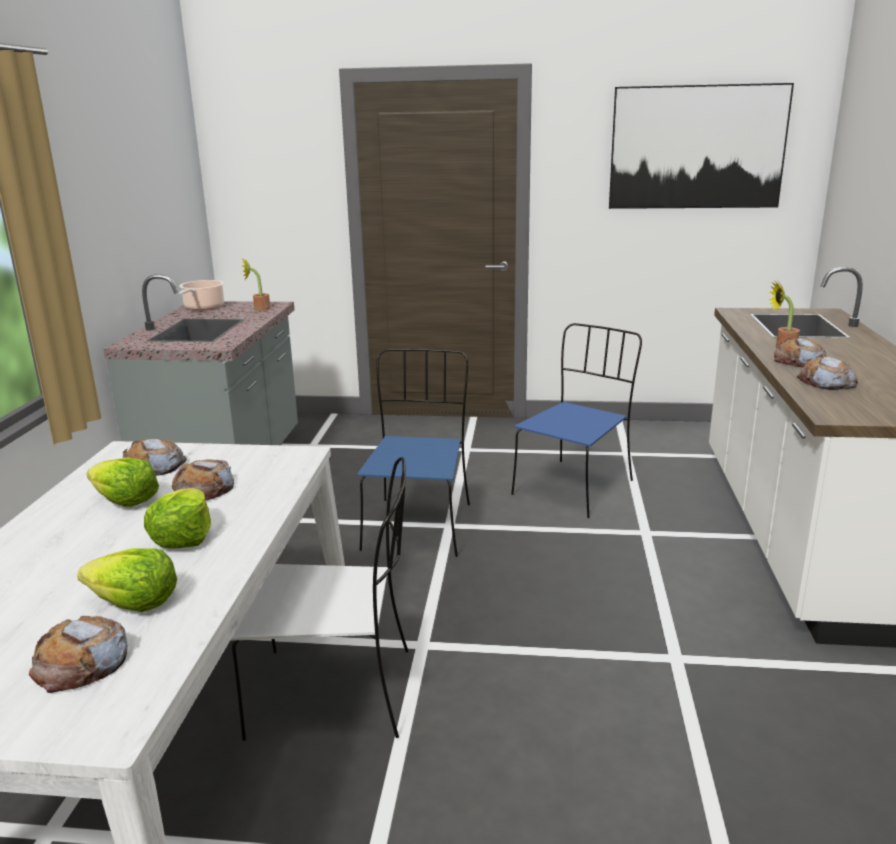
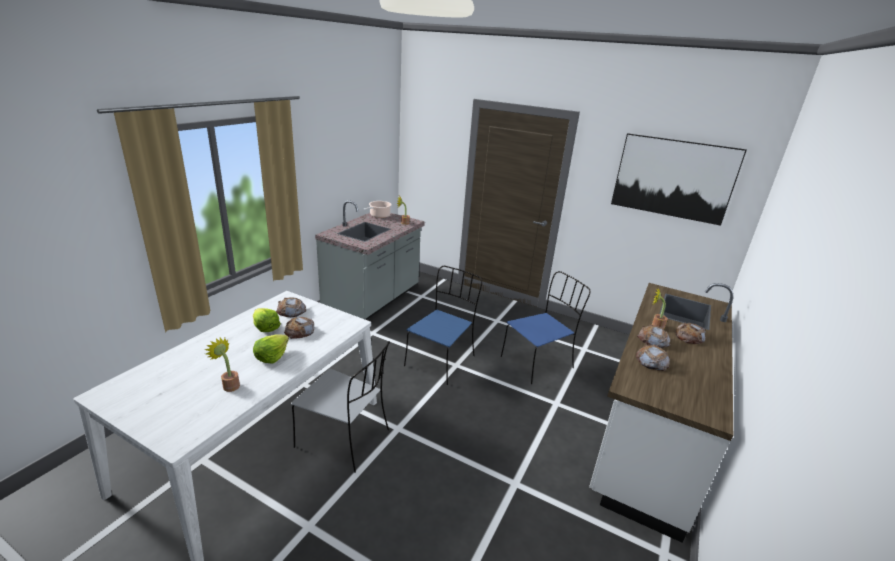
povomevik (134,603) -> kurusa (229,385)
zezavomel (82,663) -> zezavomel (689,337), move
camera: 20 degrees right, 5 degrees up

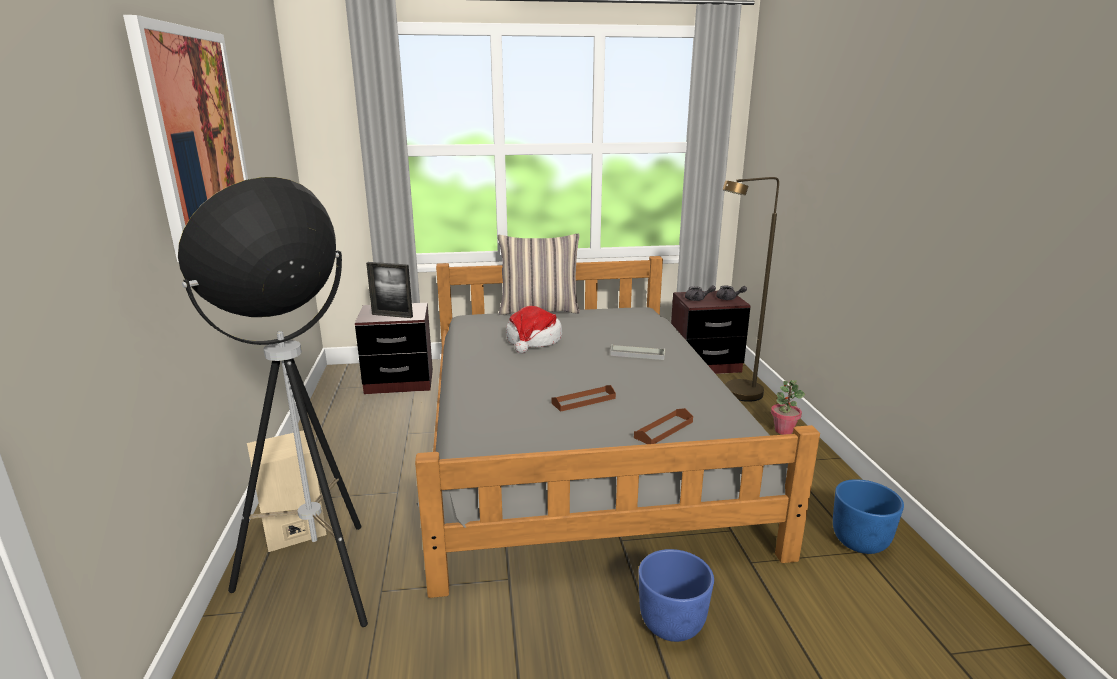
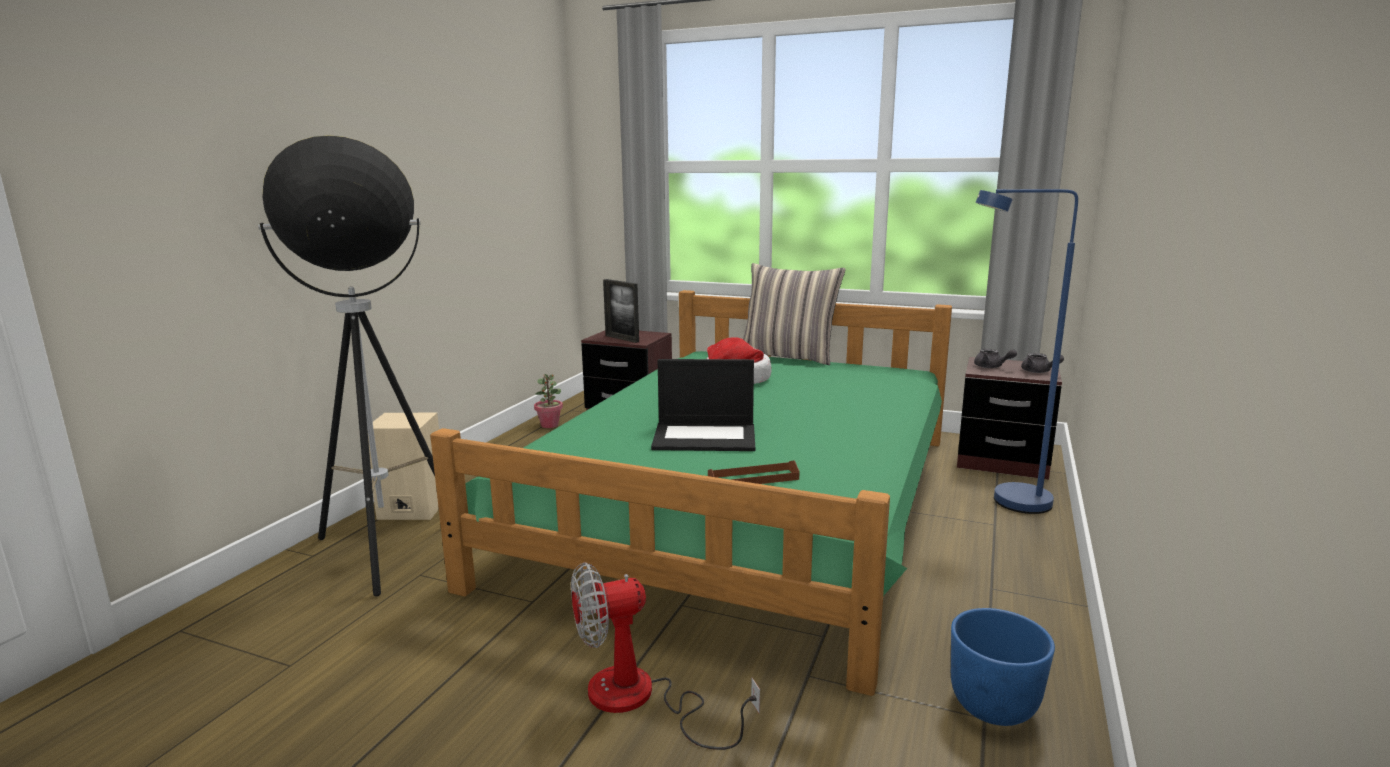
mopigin (197,138) -> none
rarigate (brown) (736,396) -> rarigate (blue) (1007,503)
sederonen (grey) (577,442) -> sederonen (green) (745,503)
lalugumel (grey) (637,354) -> none
kurusa (783,430) -> kurusa (549,425), move
lalugumel (brown) (583,401) -> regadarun (706,437)
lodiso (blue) (672,624) -> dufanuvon (640,699)
camera: 30 degrees right, 5 degrees down

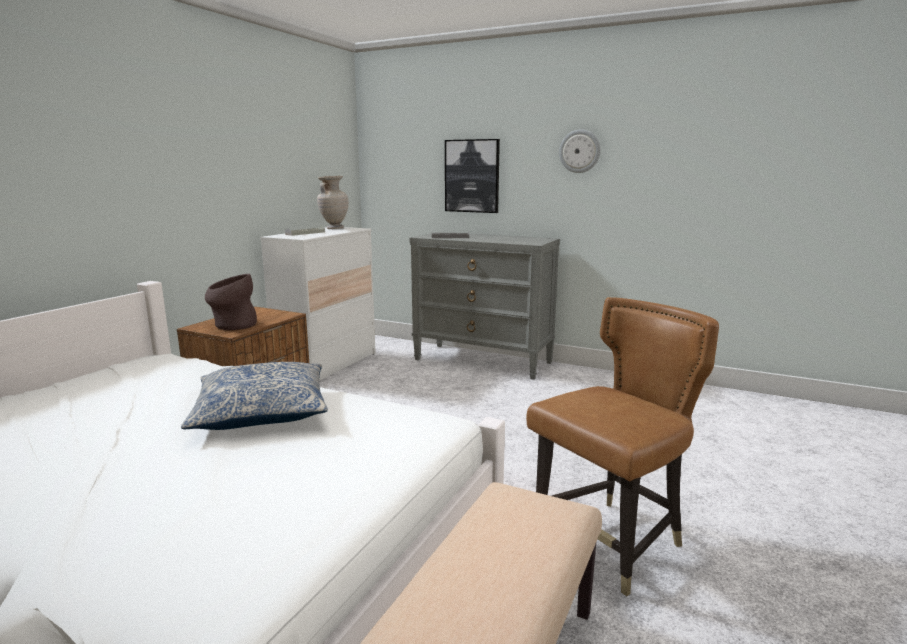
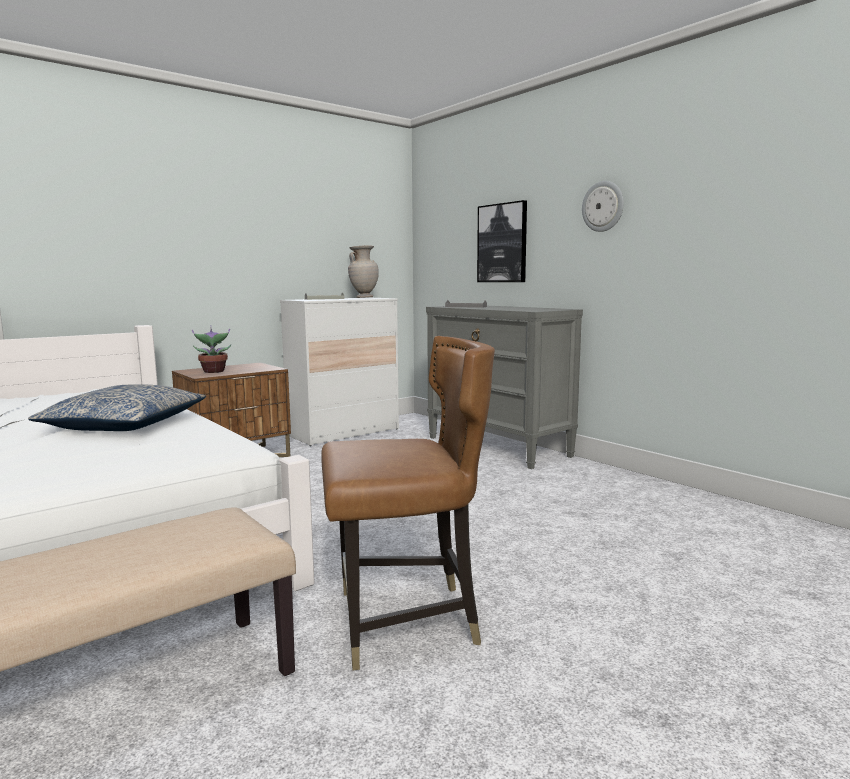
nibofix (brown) (232,325) -> kurusa (213,371)
camera: 25 degrees right, 5 degrees down

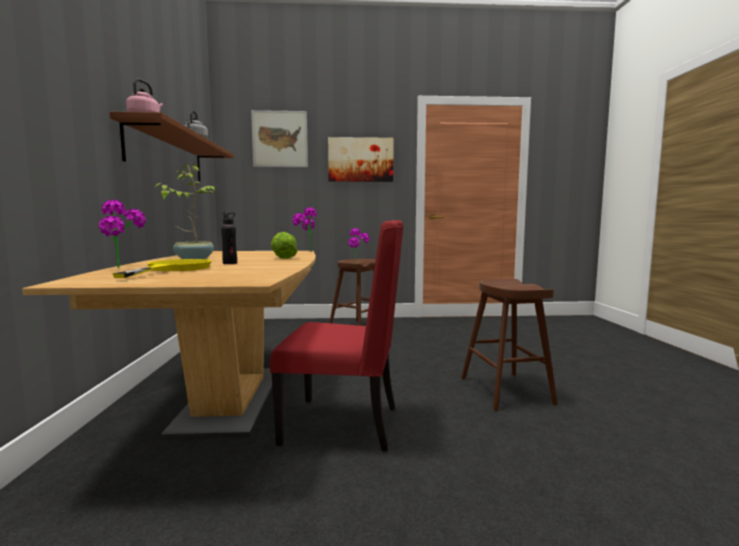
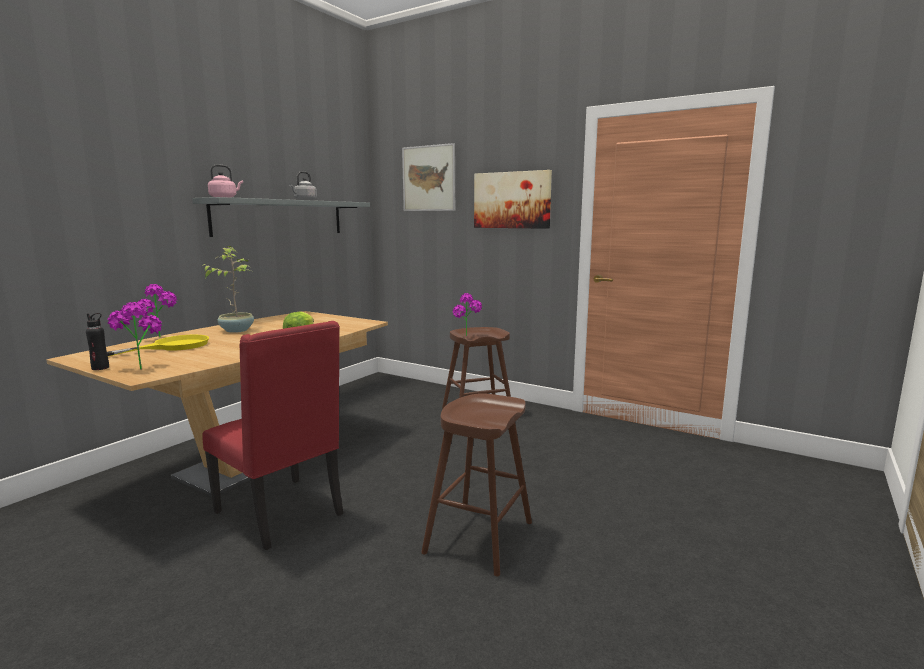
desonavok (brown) (167,155) -> desonavok (grey) (280,217)
kurusa (305,251) -> kurusa (139,367), move
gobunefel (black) (230,263) -> gobunefel (black) (100,368), move
camera: 35 degrees right, 5 degrees up

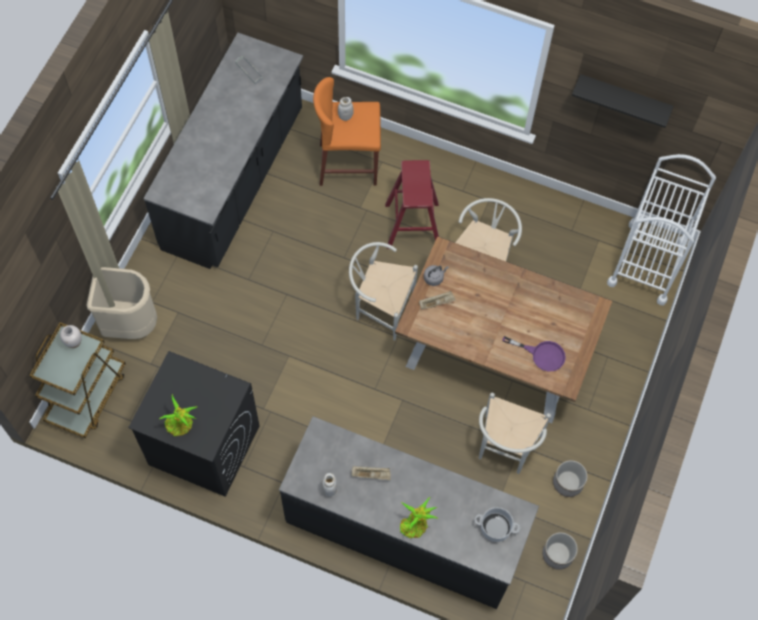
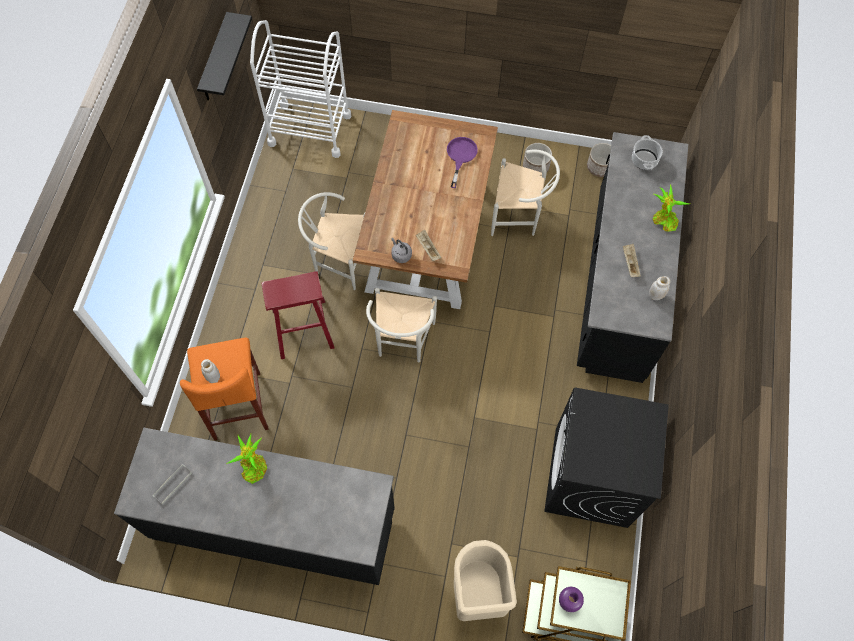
nibofix (white) (74,342) -> nibofix (purple) (568,601)
kurusa (181,424) -> kurusa (253,466), move
camera: 100 degrees left, 0 degrees up

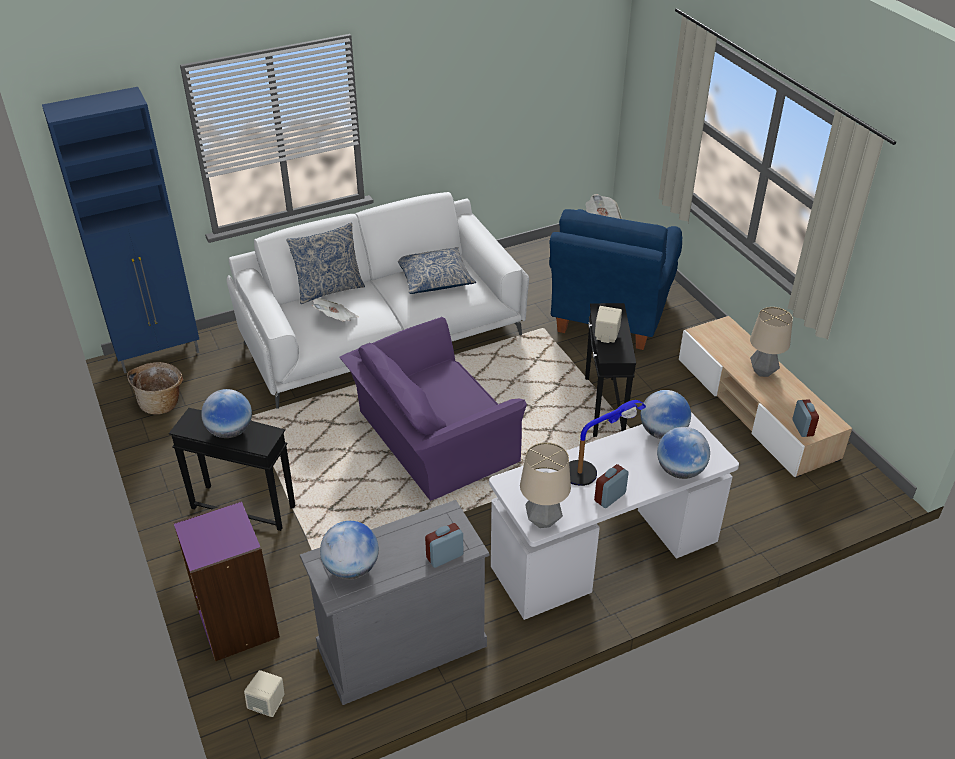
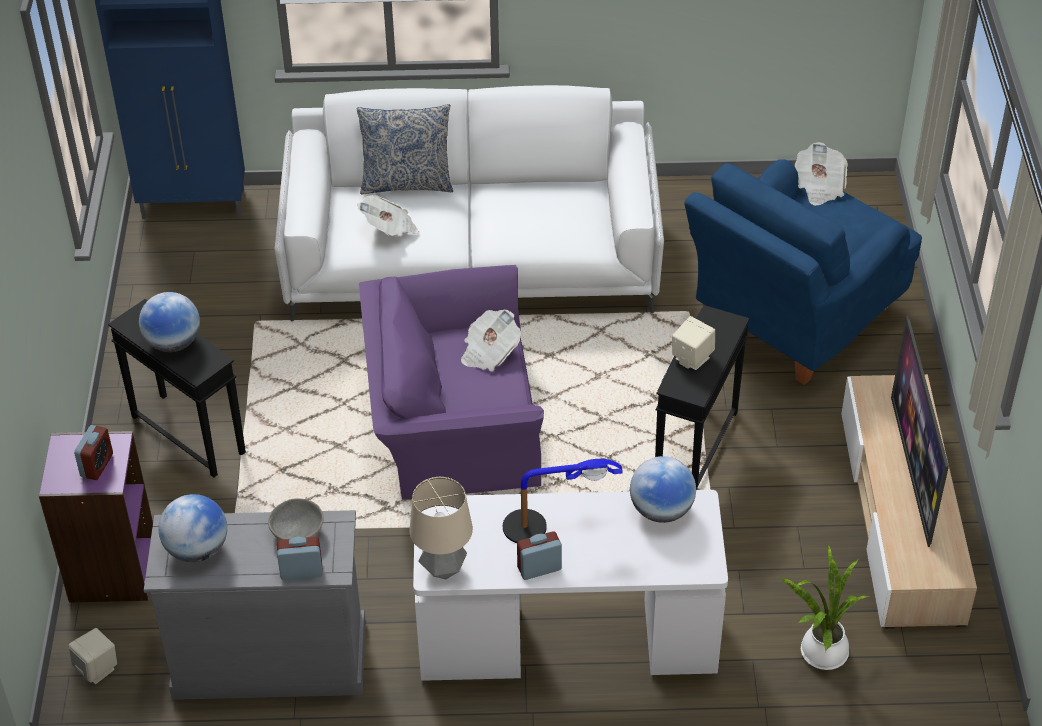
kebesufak (434,279) -> none
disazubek (763,372) -> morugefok (913,470)
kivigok (162,403) -> none
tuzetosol (802,428) -> tuzetosol (97,465), move
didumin (680,470) -> none
none -> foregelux (489,352)
none -> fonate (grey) (297,532)
none -> kurusa (820,654)
camera: 25 degrees right, 5 degrees up

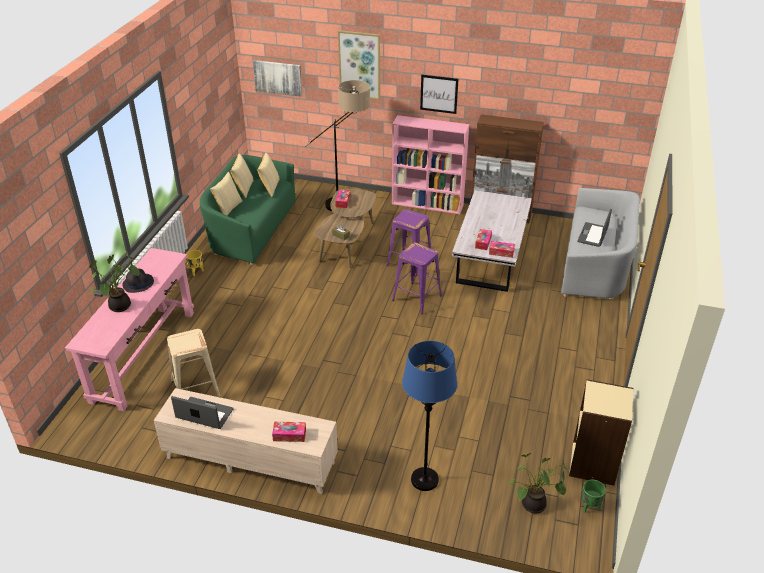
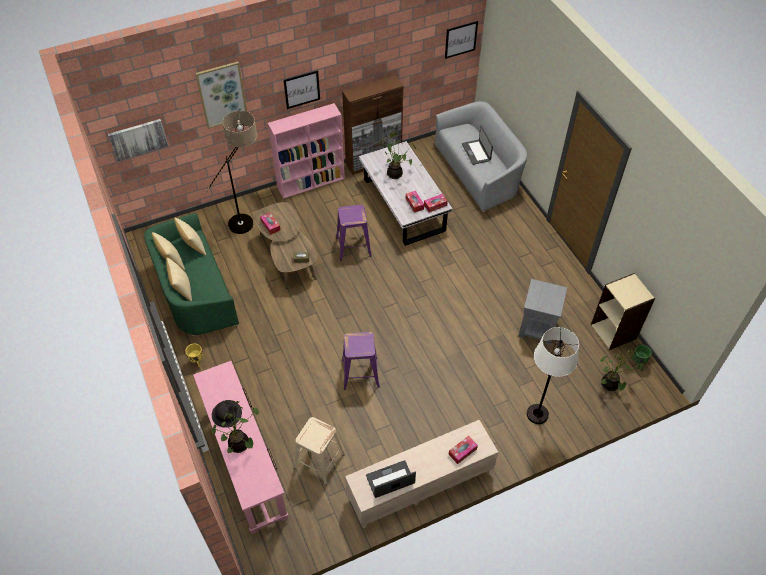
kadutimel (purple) (416,298) -> kadutimel (purple) (360,373), move
rarigate (blue) (424,480) -> rarigate (white) (537,414)
none -> mopigin (461,39)
none -> kurusa (395,173)
none -> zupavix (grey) (537,328)
camera: 40 degrees left, 15 degrees up

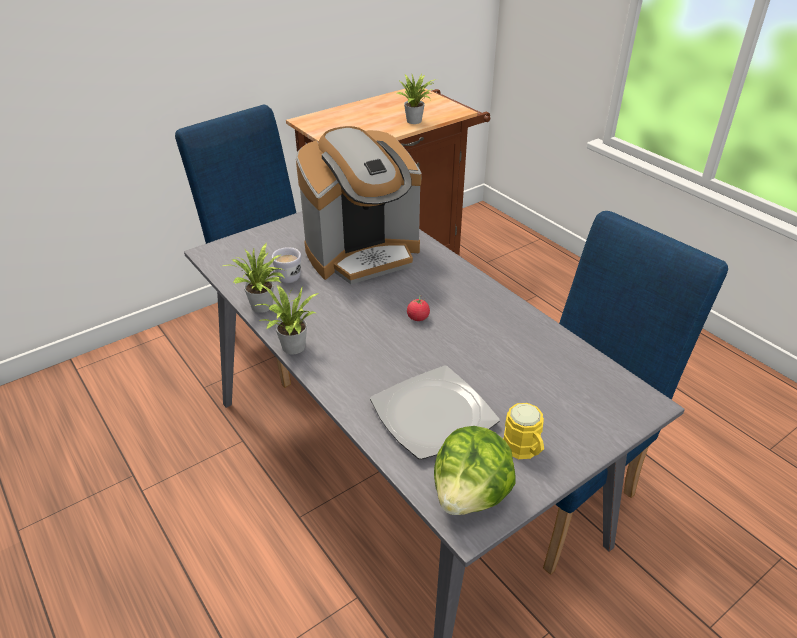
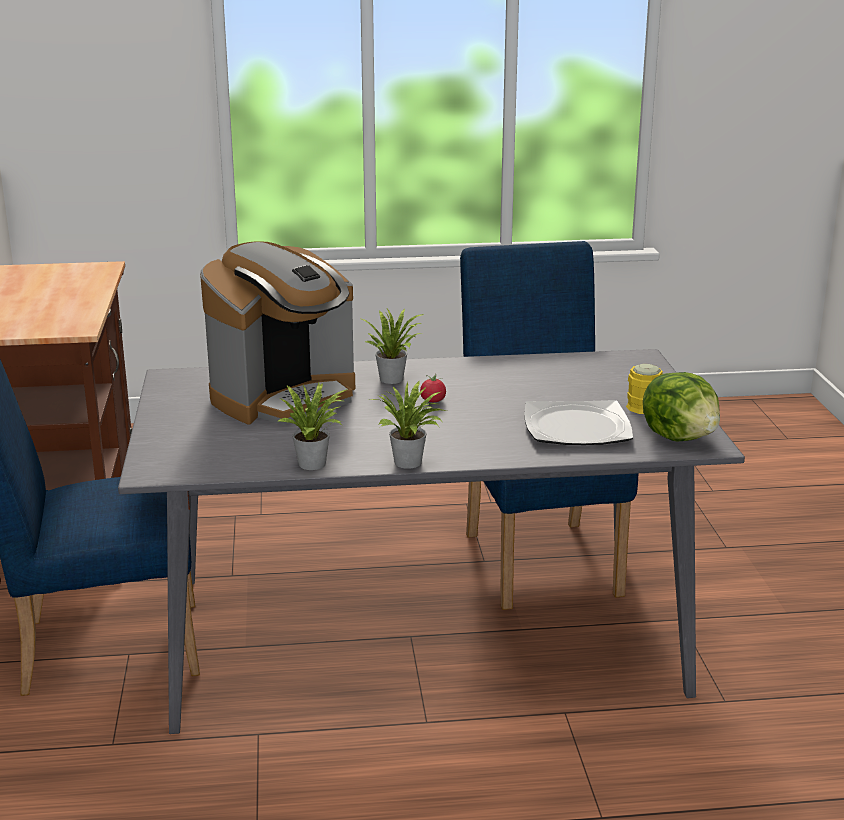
kurusa (416,121) -> kurusa (393,378), move
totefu (363,254) -> totefu (285,398), 45 degrees clockwise
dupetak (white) (290,275) -> none
camera: 60 degrees left, 15 degrees down

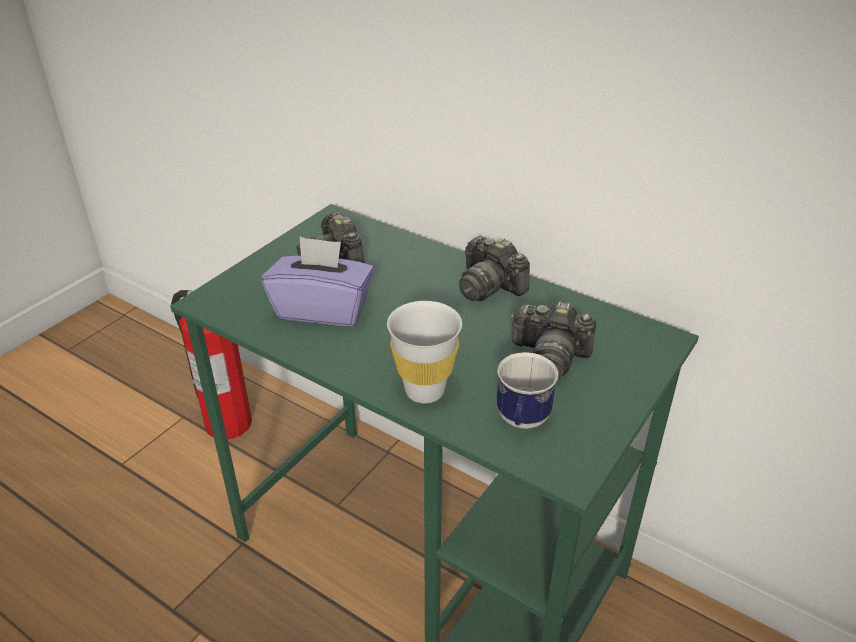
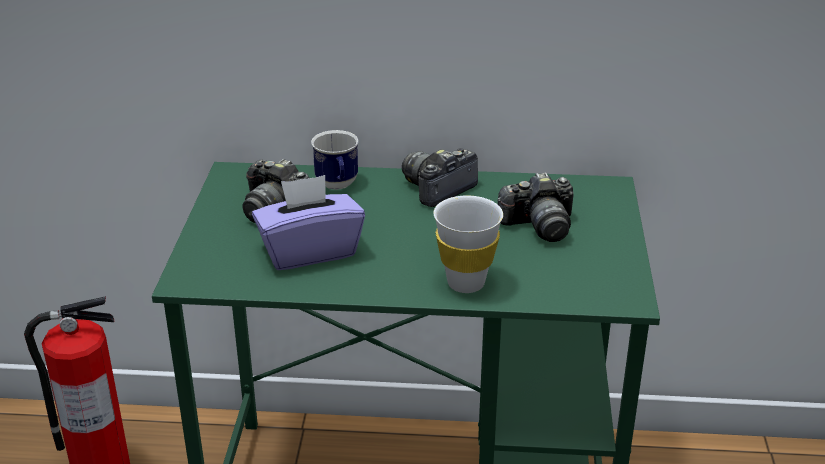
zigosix (489,286) -> zigosix (438,189), 120 degrees clockwise
dupetak (521,422) -> dupetak (338,186), move
camera: 30 degrees left, 5 degrees down

